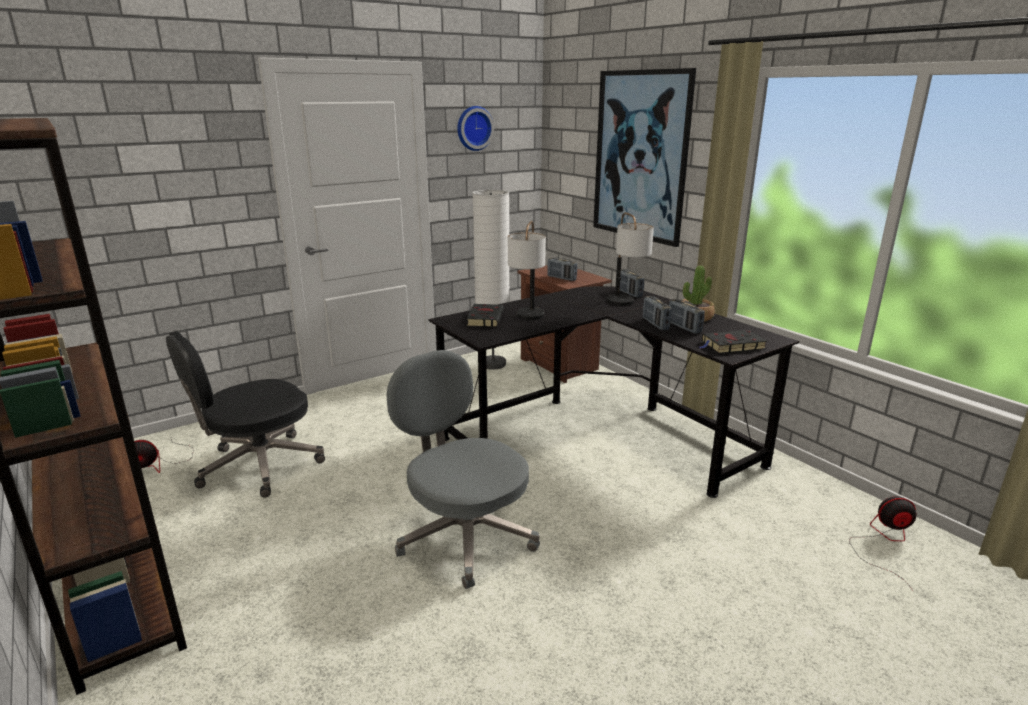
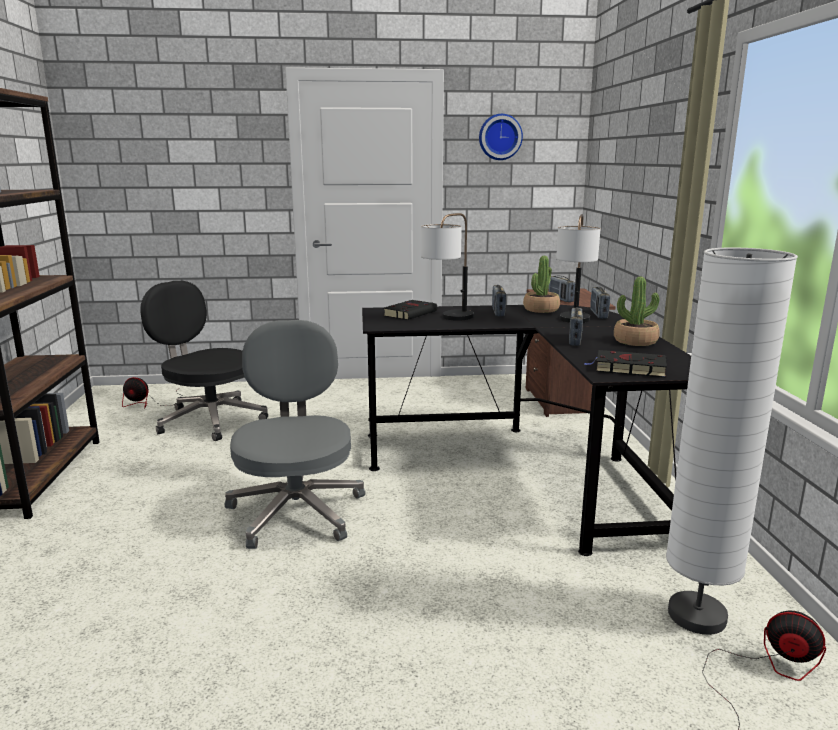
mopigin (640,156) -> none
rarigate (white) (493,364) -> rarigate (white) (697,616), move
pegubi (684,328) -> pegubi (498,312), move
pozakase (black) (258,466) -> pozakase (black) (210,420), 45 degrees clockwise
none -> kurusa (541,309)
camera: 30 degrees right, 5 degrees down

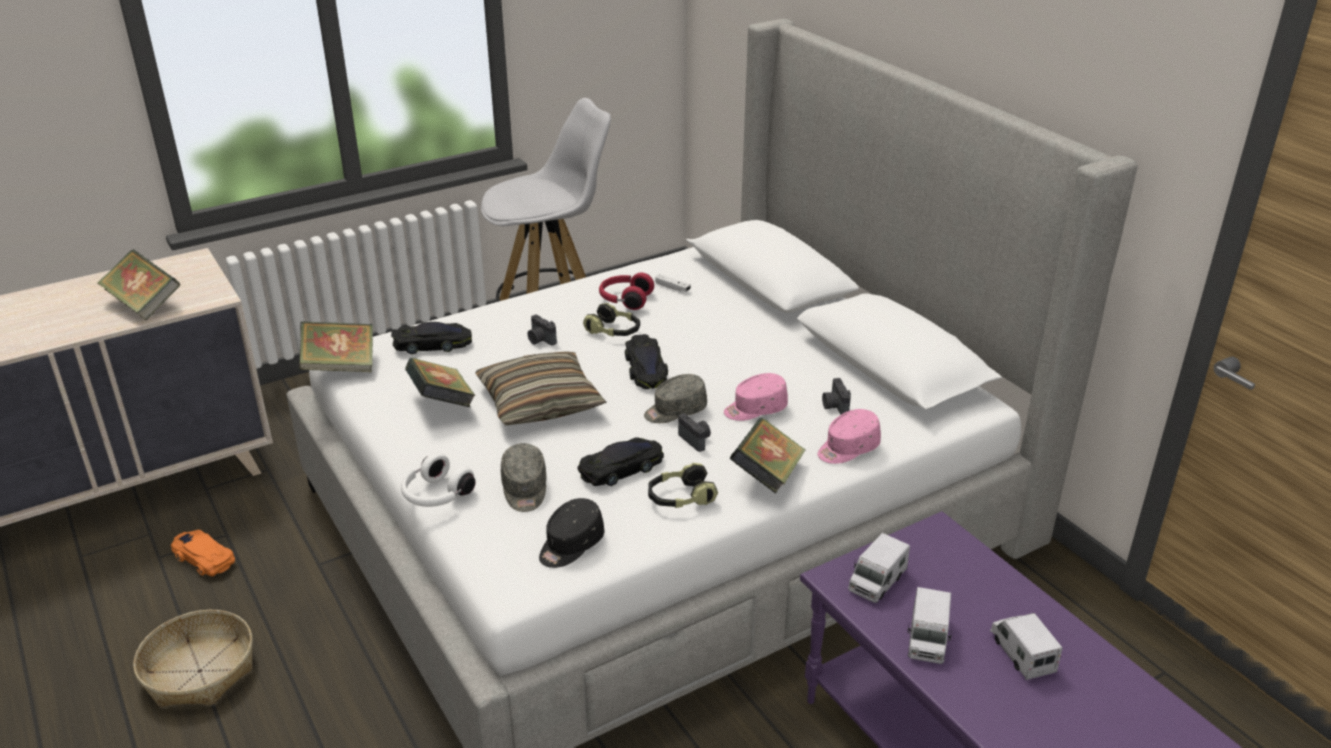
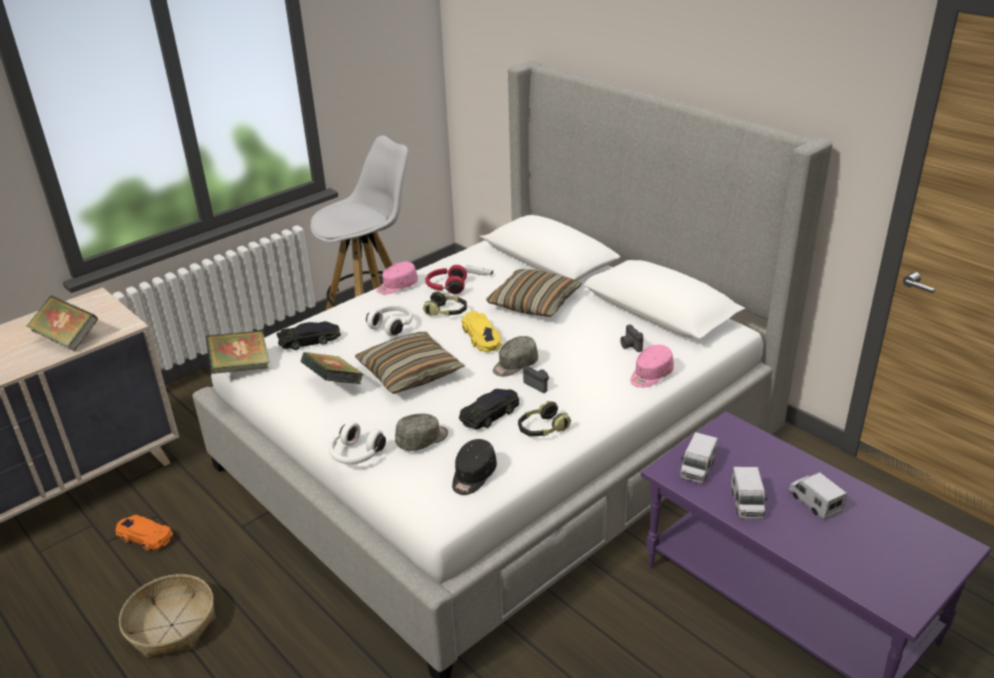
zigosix (540,340) -> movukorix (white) (392,326)
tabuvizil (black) (646,369) -> tabuvizil (yellow) (481,337)
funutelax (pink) (755,409) -> funutelax (pink) (397,286), move
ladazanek (767,476) -> none
funutelax (grey) (524,489) -> funutelax (grey) (422,440), 105 degrees counterclockwise
none -> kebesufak (534,303)
camera: 10 degrees left, 0 degrees up

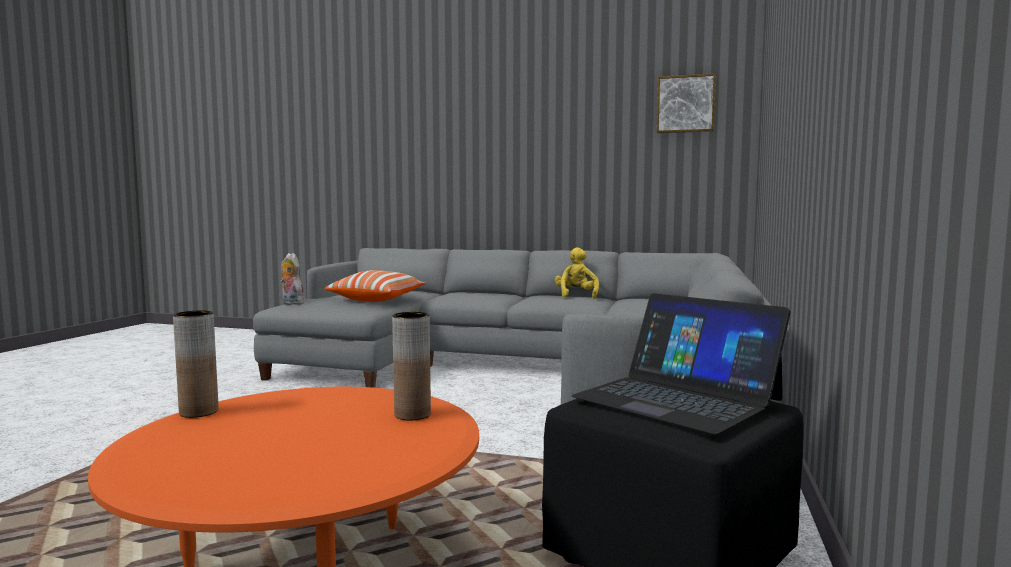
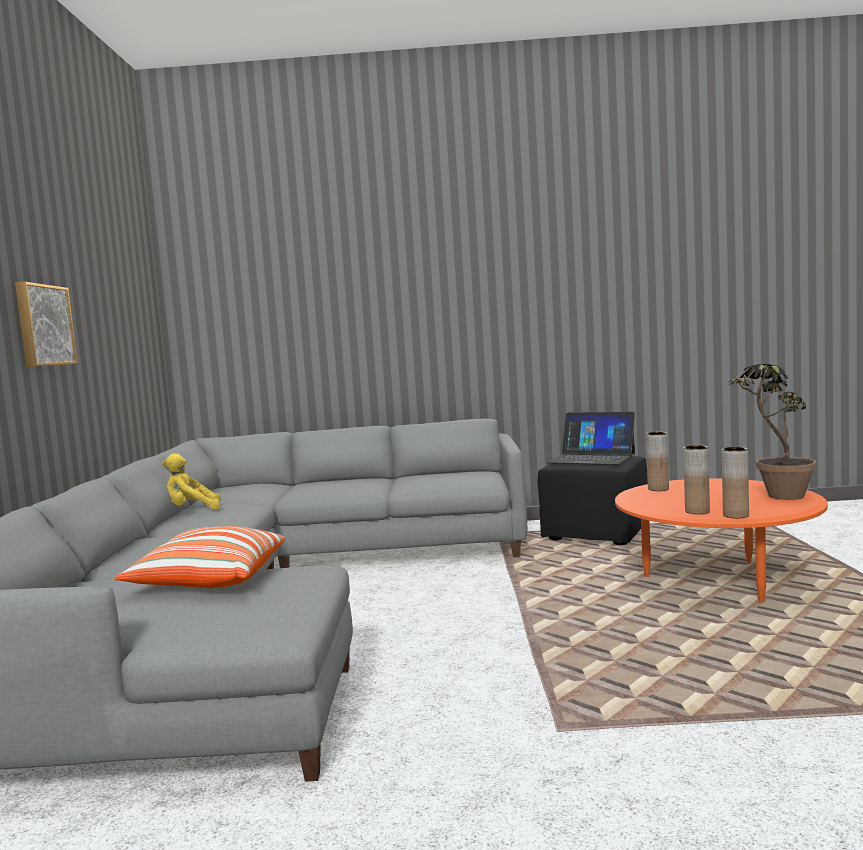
mopigin (685,104) -> mopigin (43,325), move
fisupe (291,303) -> none
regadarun (677,398) -> regadarun (591,458), 90 degrees clockwise
none -> kurusa (776,498)
none -> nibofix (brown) (697,511)
camera: 105 degrees left, 0 degrees up

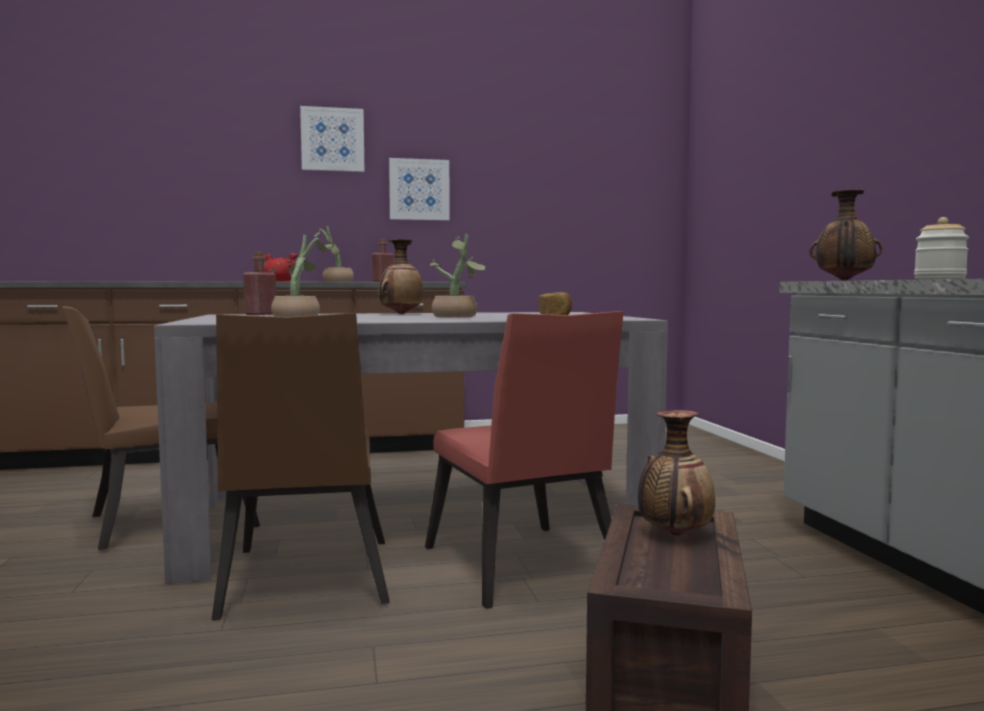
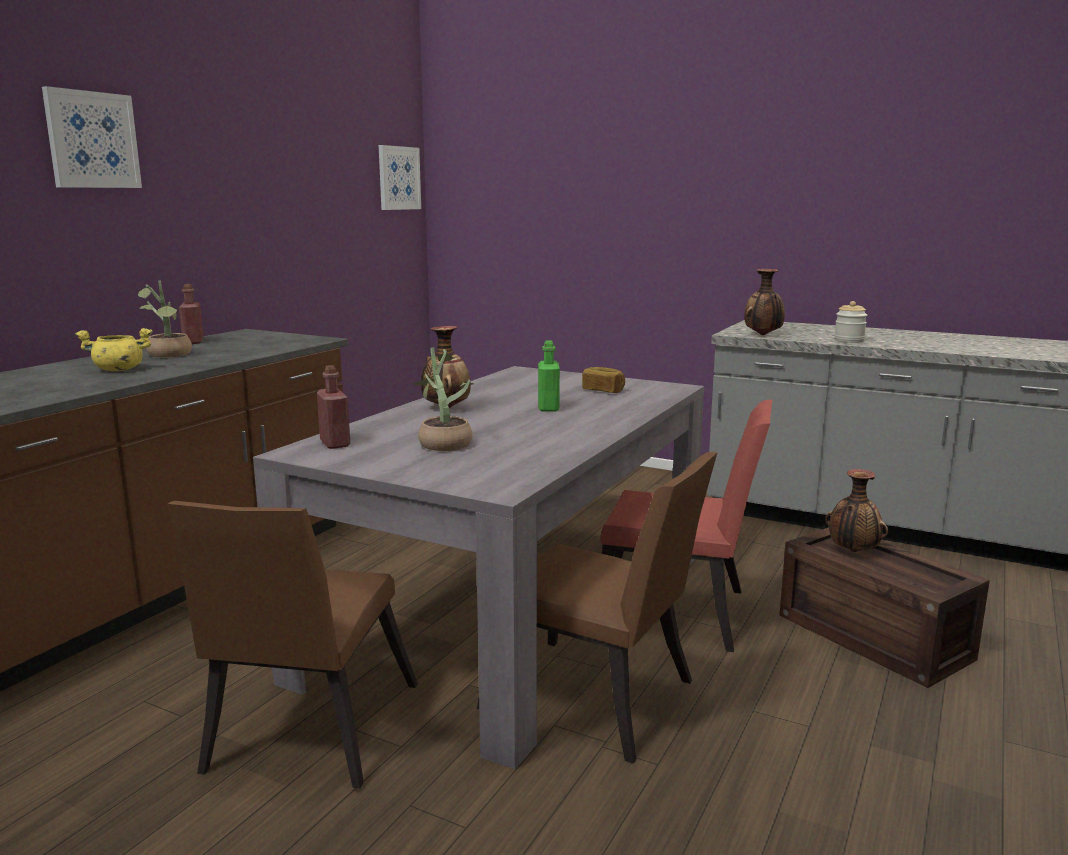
mopigin (419,189) -> mopigin (398,178), move
kurusa (457,316) -> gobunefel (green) (548,408)
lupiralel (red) (279,281) -> lupiralel (yellow) (118,370)
camera: 50 degrees left, 10 degrees up

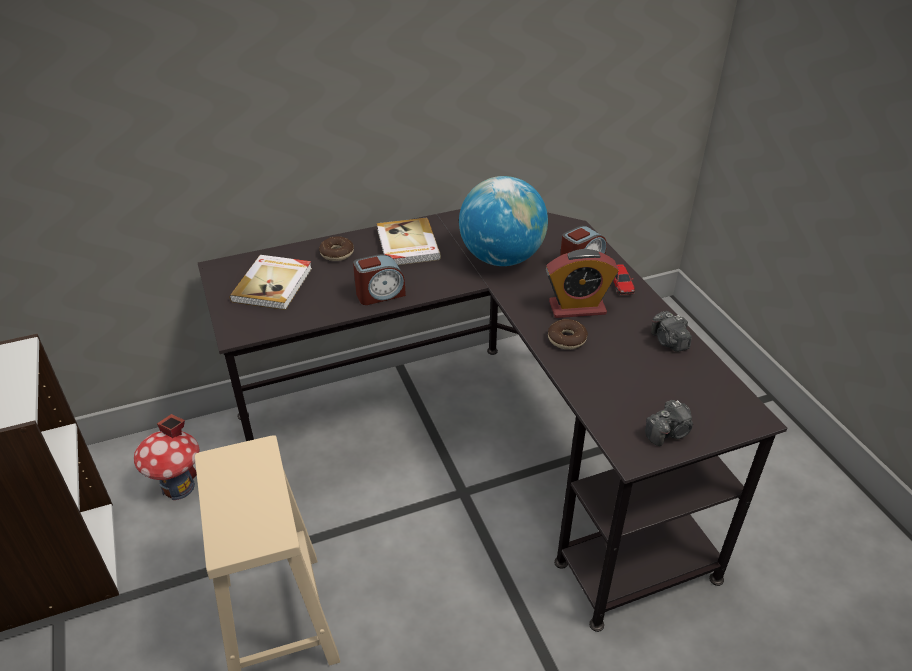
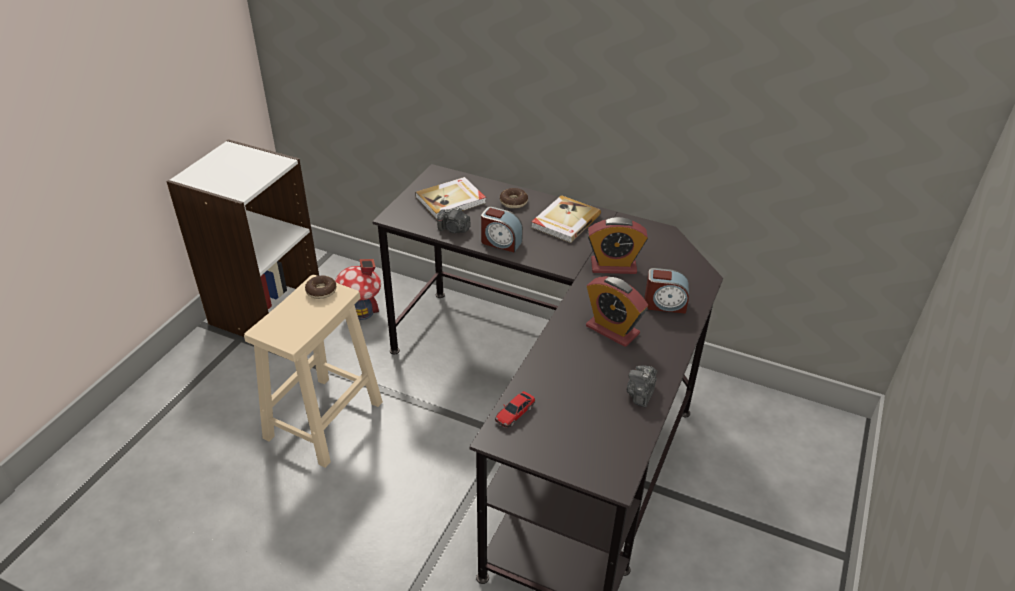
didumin (501,258) -> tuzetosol (613,266)
tabuvizil (621,284) -> tabuvizil (515,413), move
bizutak (567,339) -> bizutak (321,291), move
zigosix (669,432) -> zigosix (454,229), move
camera: 45 degrees right, 0 degrees up

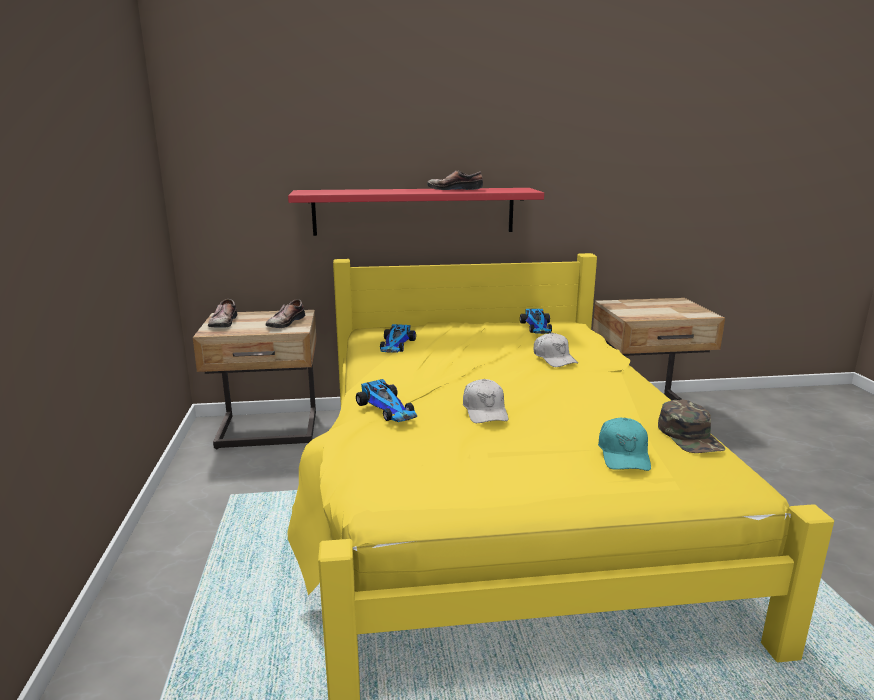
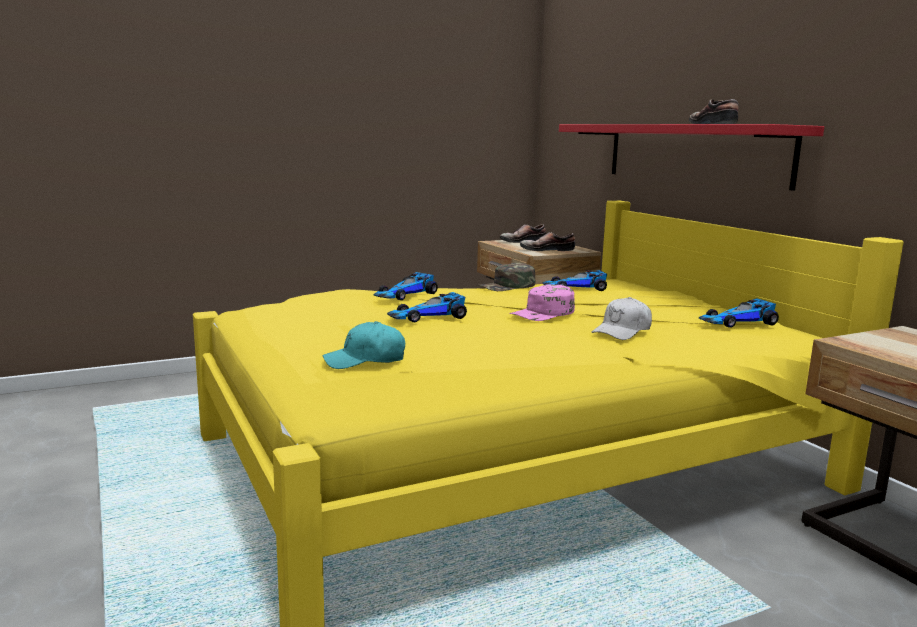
funutelax (white) (485,411) -> tabuvizil (429,316)
funutelax (green) (690,436) -> funutelax (green) (507,286), move
none -> funutelax (pink) (543,313)
camera: 70 degrees right, 5 degrees down

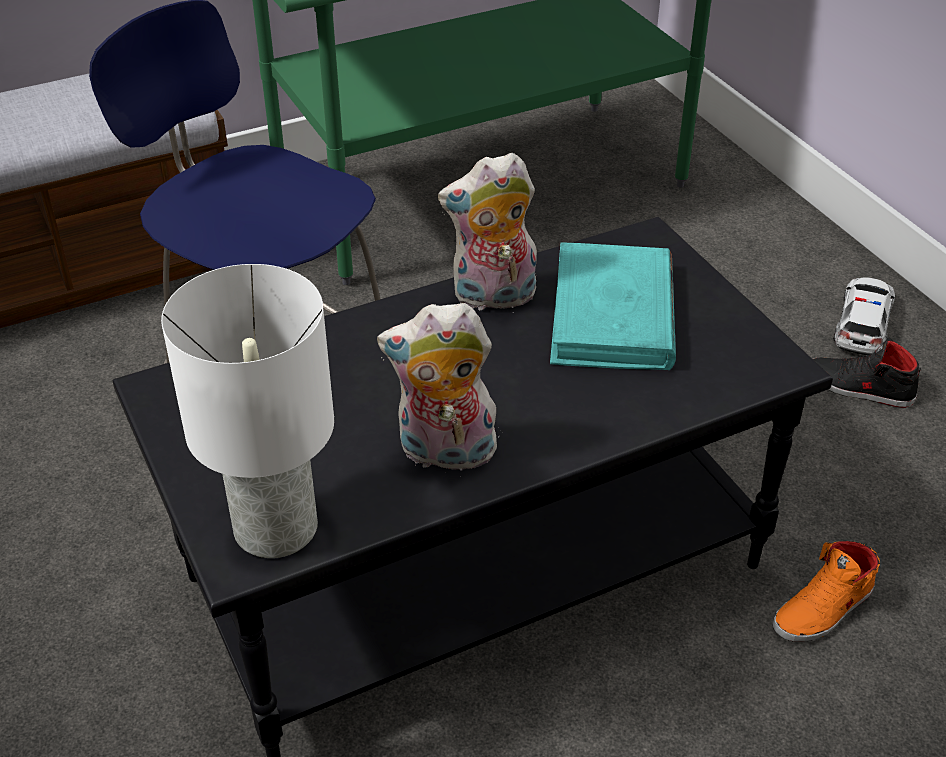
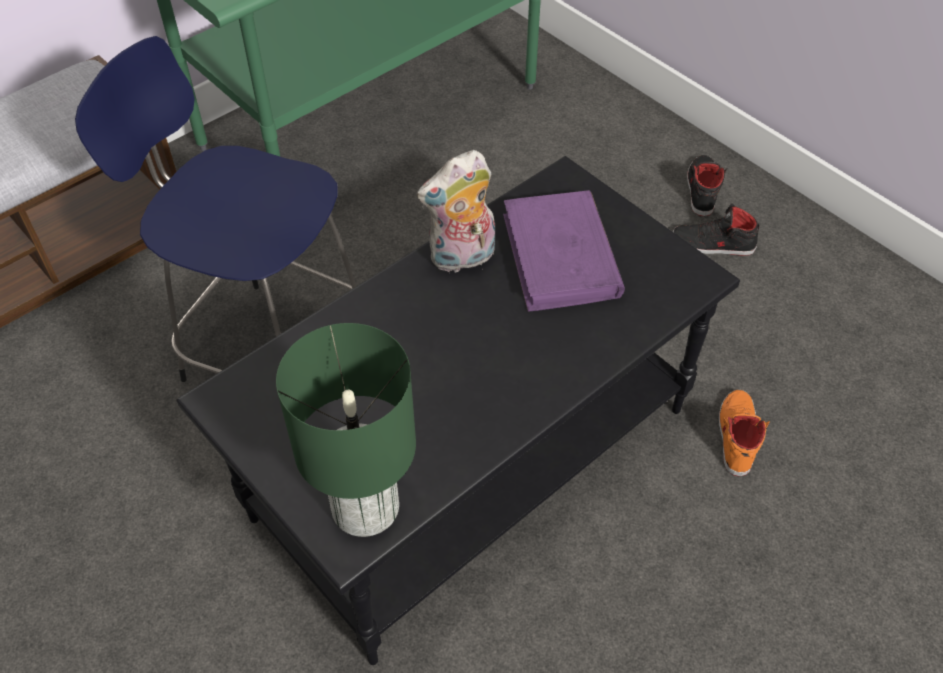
ladazanek (turquoise) (613,315) -> ladazanek (purple) (560,256)
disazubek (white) (278,526) -> disazubek (green) (366,505)
tabuvizil (862,324) -> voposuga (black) (701,188)
fisupe (444,454) -> none
voposuga (orange) (824,609) -> voposuga (orange) (735,435), 150 degrees clockwise
camera: 15 degrees left, 10 degrees up

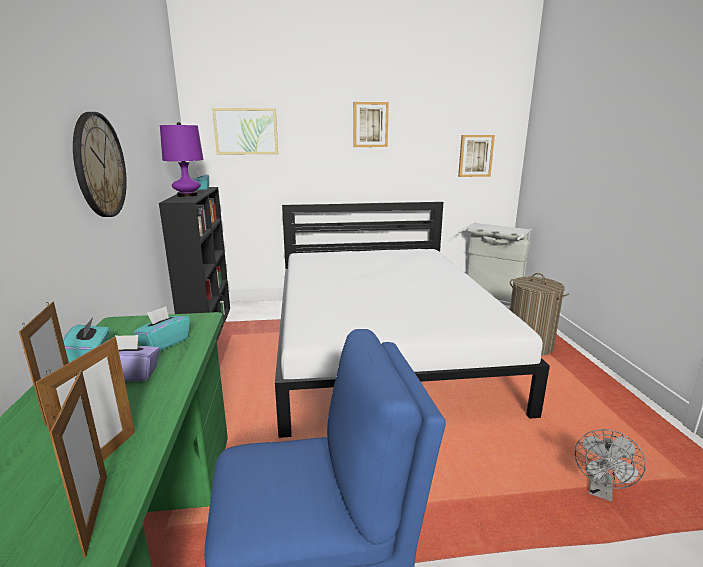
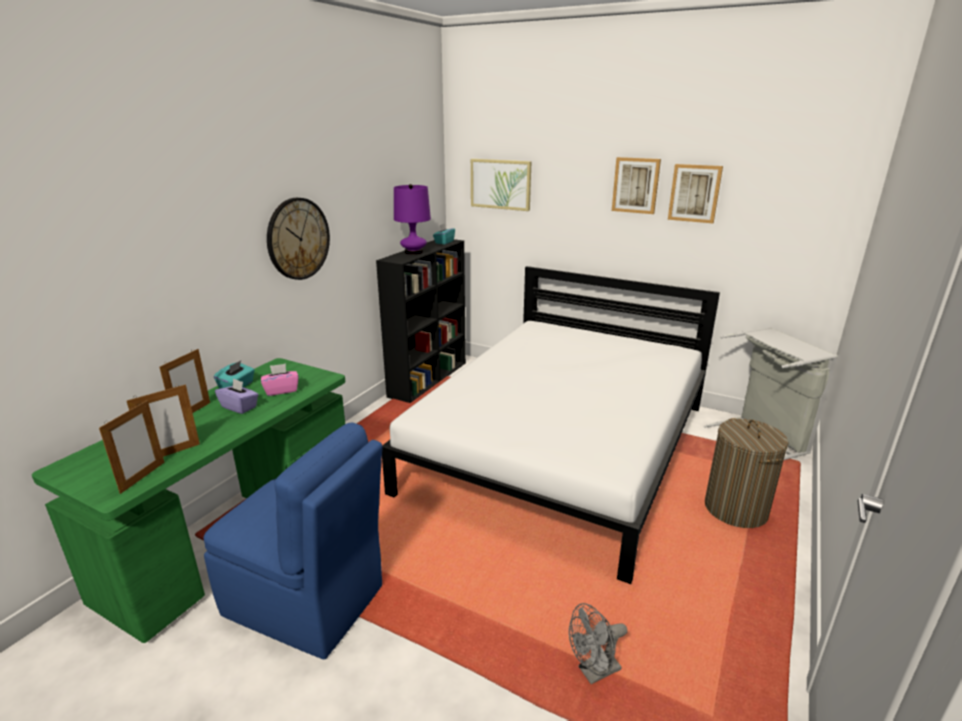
mopigin (475,156) -> mopigin (694,193), move
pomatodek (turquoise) (164,343) -> pomatodek (pink) (281,390)
camera: 35 degrees right, 5 degrees up

